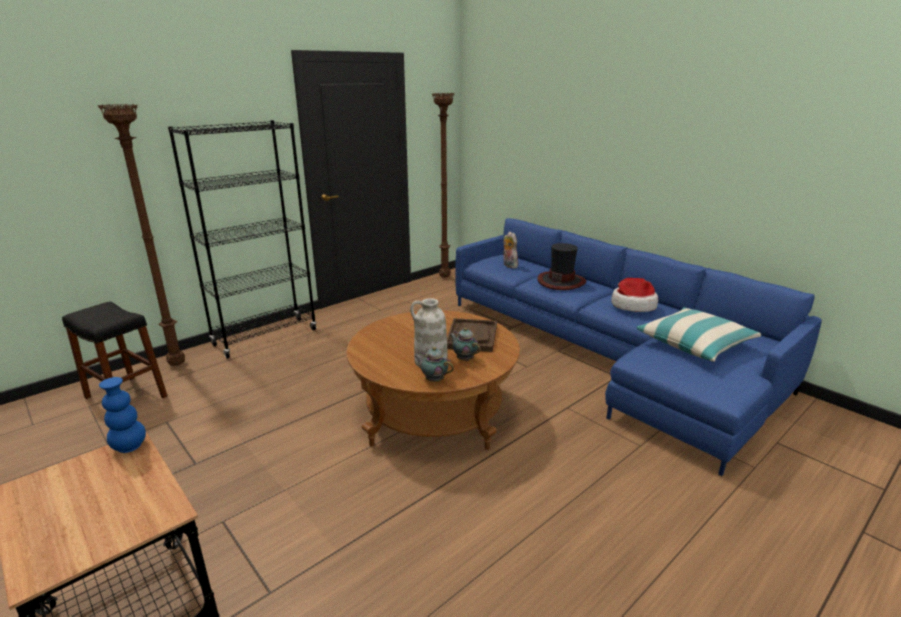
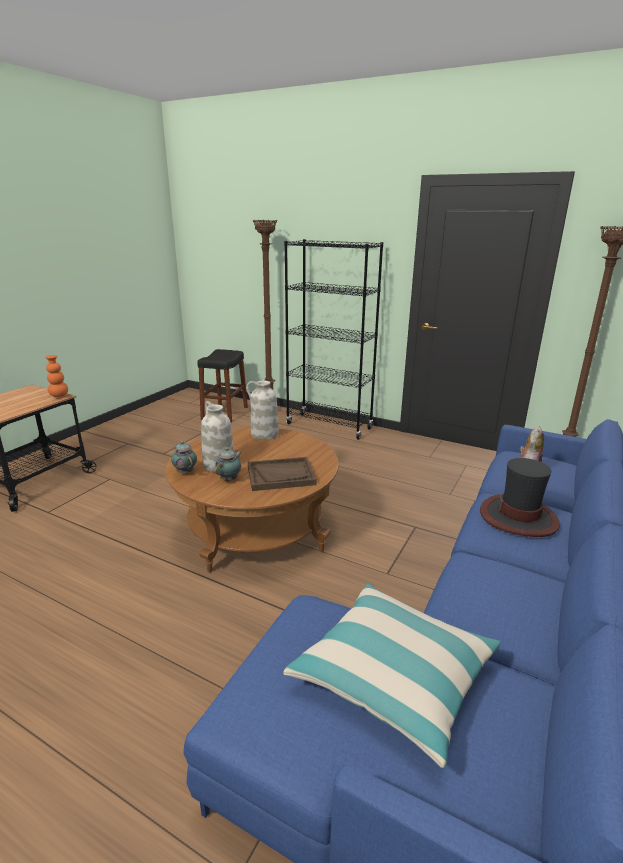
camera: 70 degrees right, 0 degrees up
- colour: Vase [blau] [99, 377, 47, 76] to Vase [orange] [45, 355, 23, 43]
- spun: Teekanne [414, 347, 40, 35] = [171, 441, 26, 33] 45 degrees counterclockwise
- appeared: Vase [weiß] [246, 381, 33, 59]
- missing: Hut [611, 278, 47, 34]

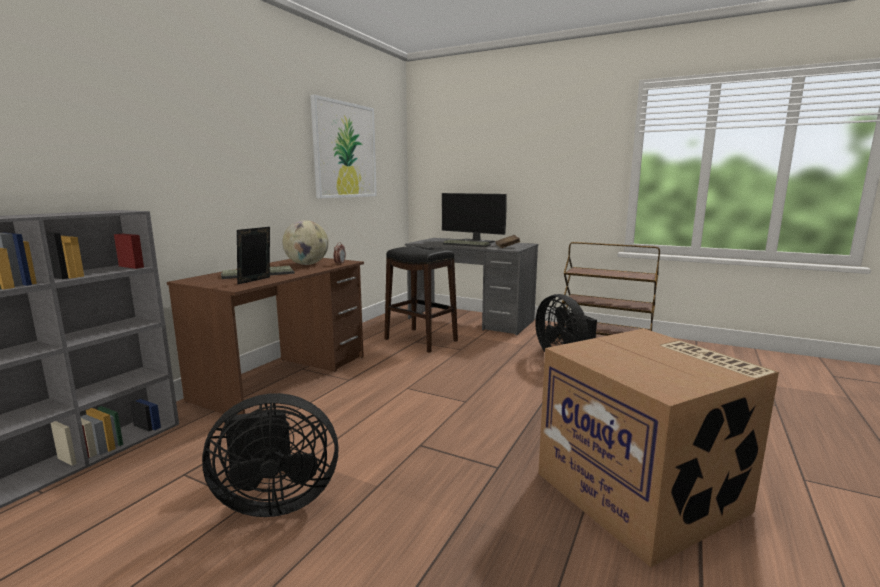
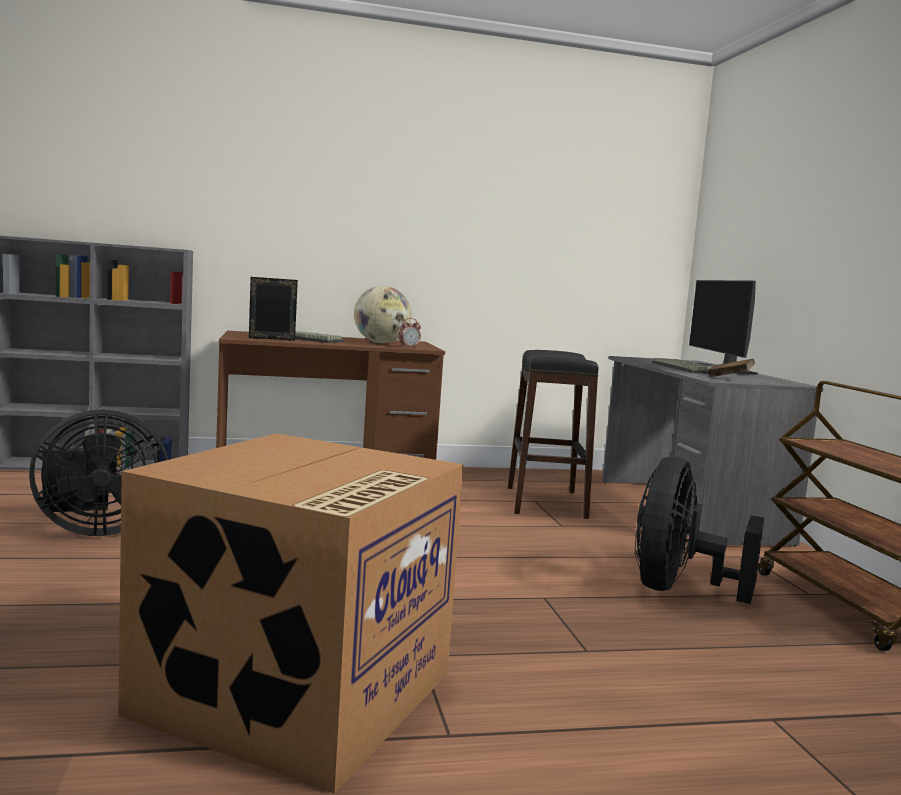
camera: 50 degrees right, 5 degrees down
- spun: Ventilator [schwarz] [202, 393, 137, 124] = [29, 409, 139, 127] 60 degrees counterclockwise
- missing: Bild [310, 95, 67, 103]

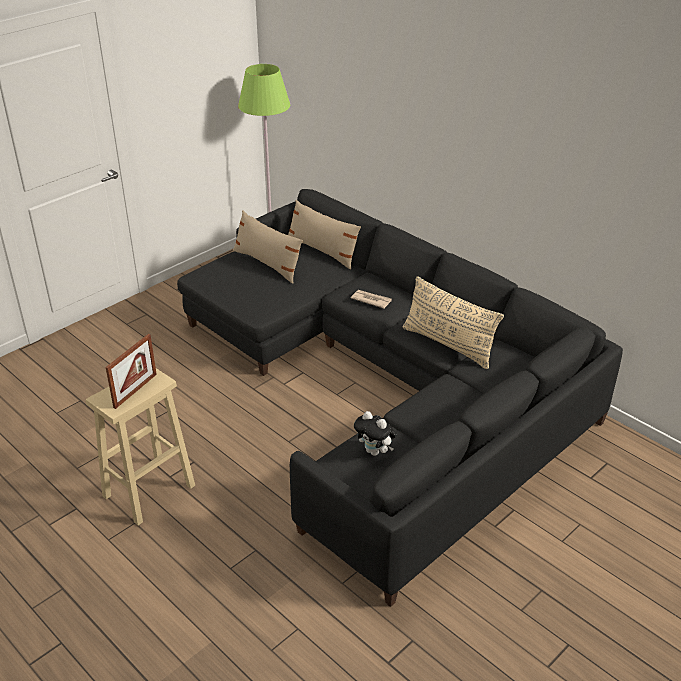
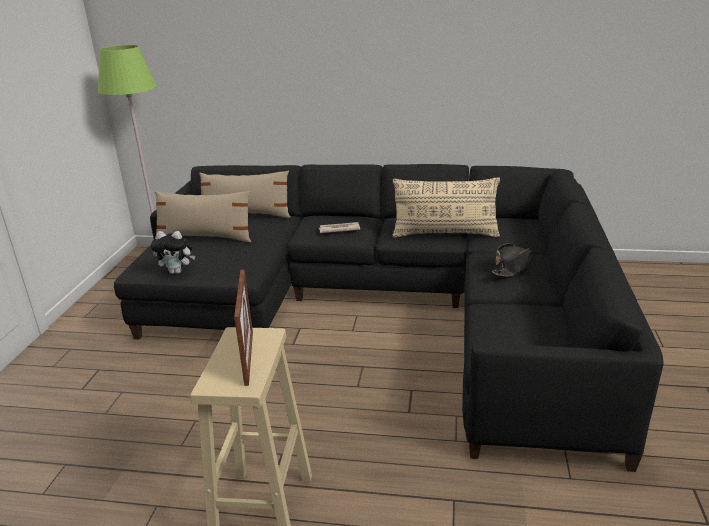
camera: 35 degrees left, 10 degrees down
- relocated: Plüschtier [354, 411, 43, 45] to [150, 231, 45, 43]
- appeared: Hut [schwarz] [492, 243, 40, 34]

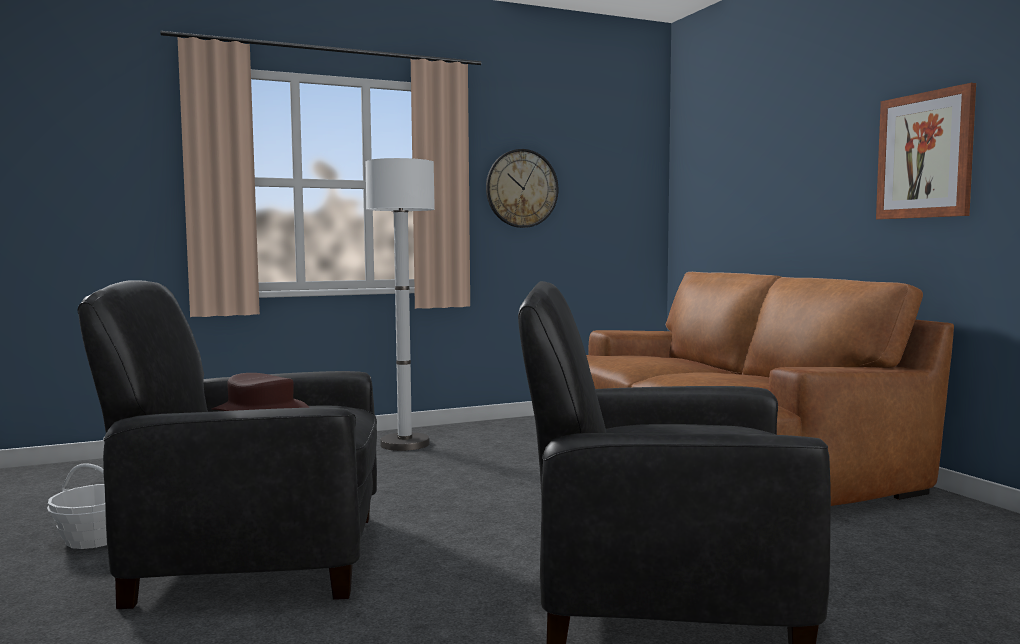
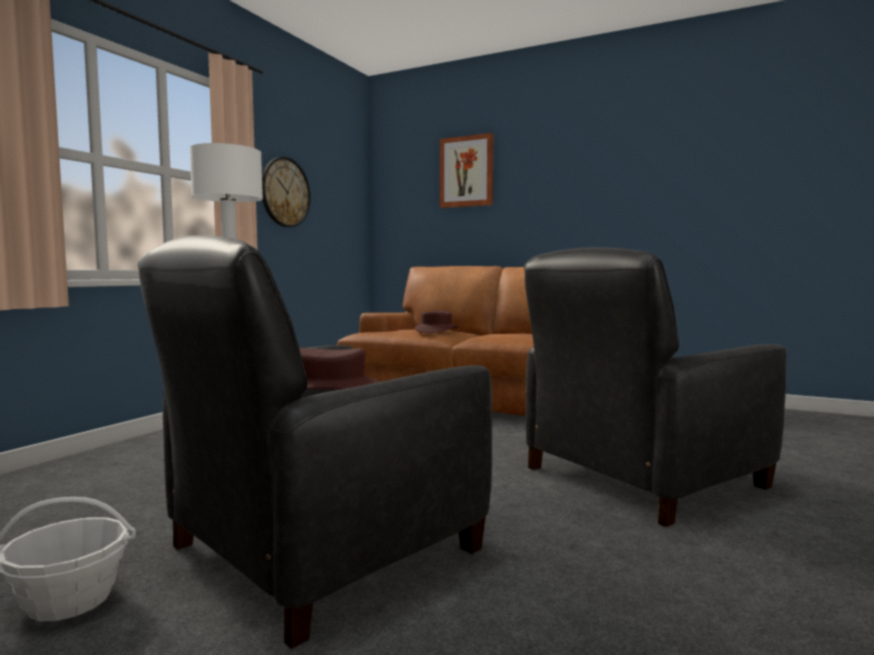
camera: 40 degrees left, 0 degrees up
- appeared: Hut [braun] [415, 310, 43, 23]
- relocated: Bild [876, 83, 100, 136] to [440, 133, 53, 75]

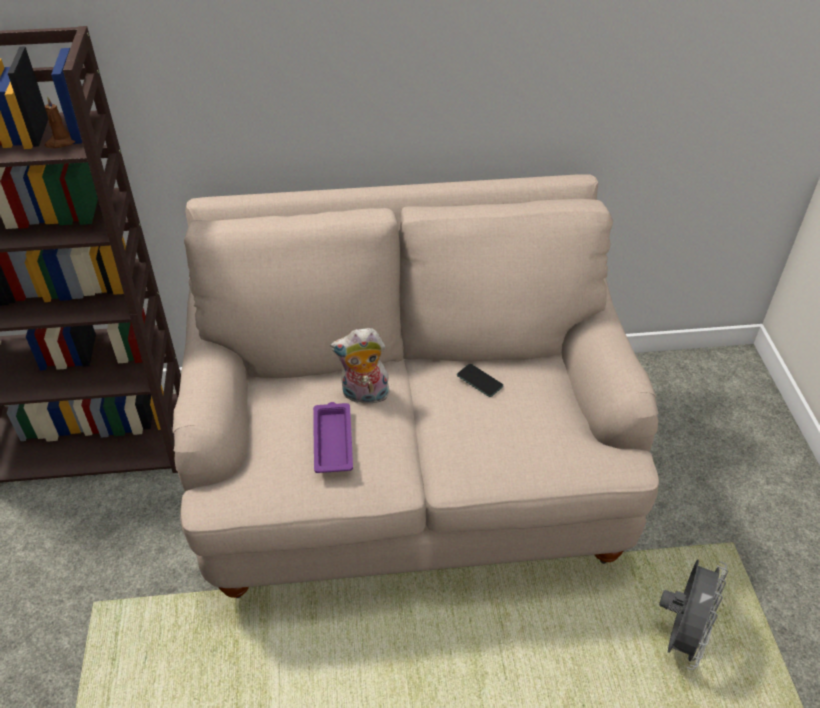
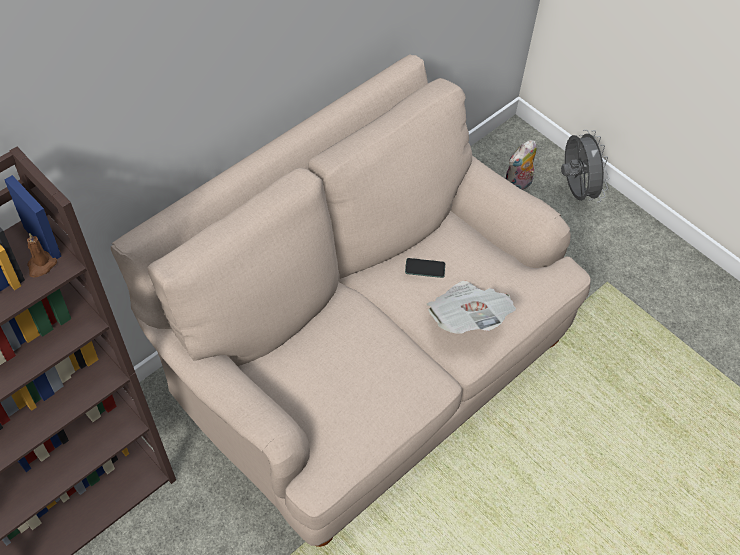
camera: 40 degrees left, 10 degrees up
- appeared: Zeitung [426, 281, 90, 53]
- relocated: Plüschtier [330, 328, 60, 75] to [506, 140, 31, 50]
- relocated: Ventilator [grau] [659, 560, 69, 110] to [561, 130, 48, 73]
- missing: Tablett [lila] [313, 402, 40, 71]

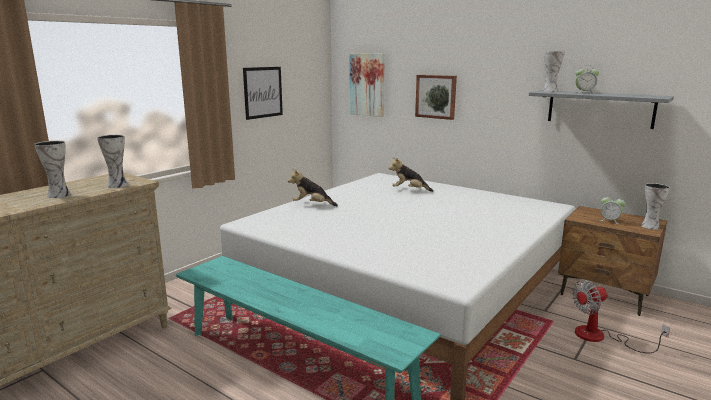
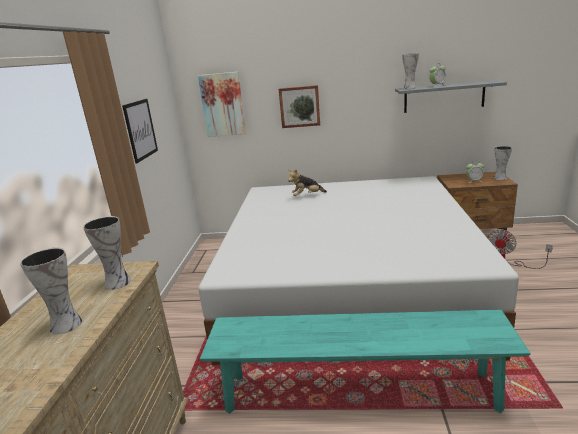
camera: 30 degrees left, 5 degrees up
- missing: Plüschtier [288, 168, 50, 38]

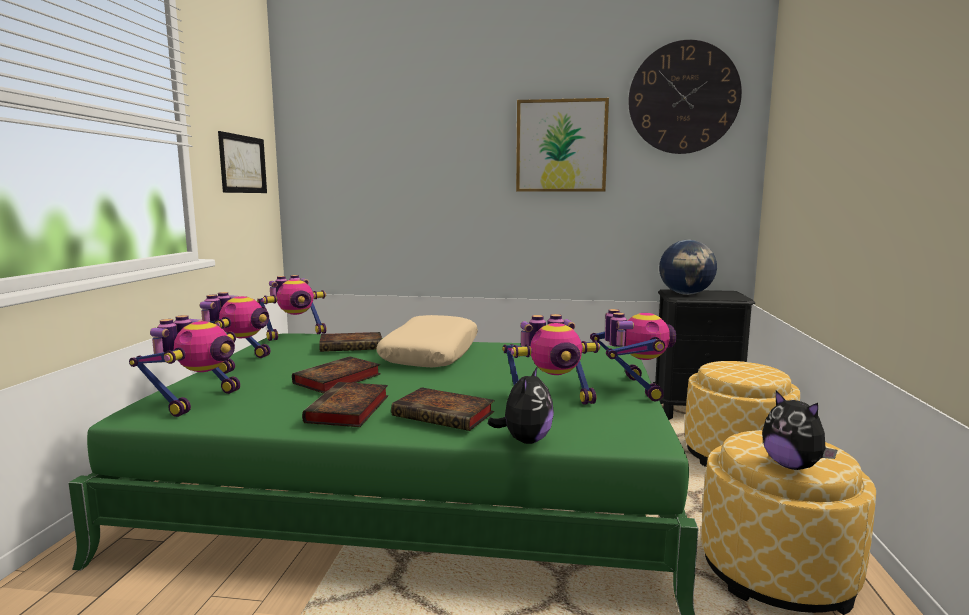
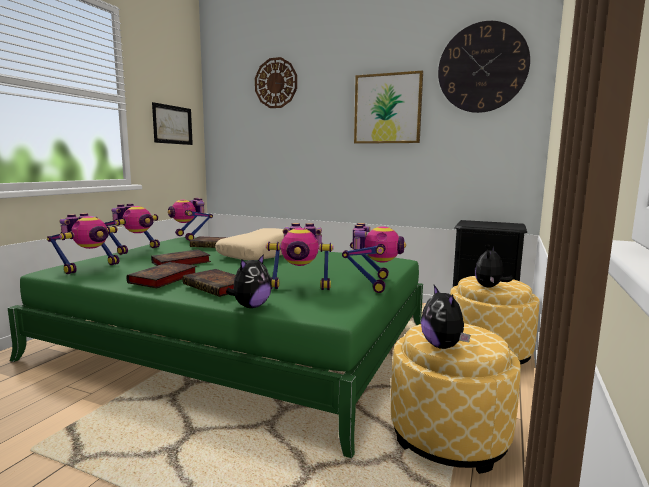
camera: 15 degrees right, 0 degrees up
- spun: Spielzeugroboter [257, 275, 70, 66] = [168, 198, 45, 43] 75 degrees clockwise
- appeared: Wanduhr [255, 57, 42, 51]
- appeared: Plüschtier [475, 246, 38, 41]
- missing: Globus [659, 240, 58, 55]

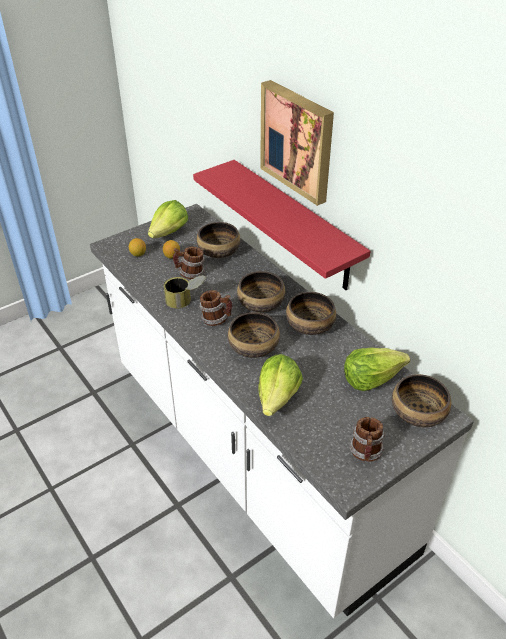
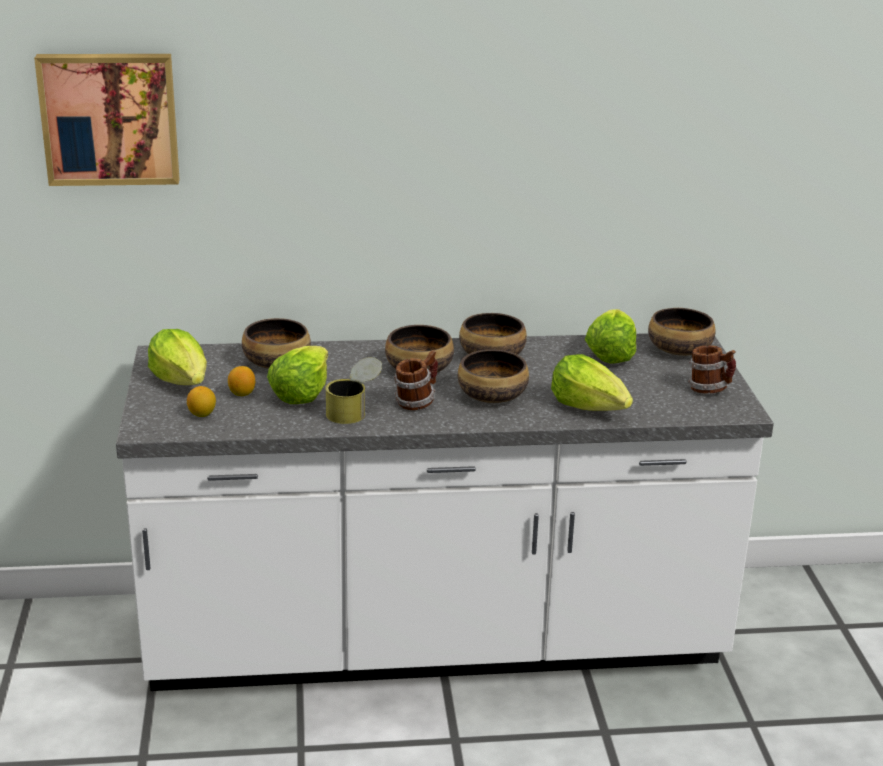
camera: 60 degrees left, 15 degrees down
- relocated: Bild [260, 80, 74, 126] to [34, 54, 146, 132]
- exchanged: Henkelbecher [173, 247, 32, 32] to Salatkopf [267, 346, 61, 58]
- missing: Wandregal [rot] [193, 160, 178, 130]

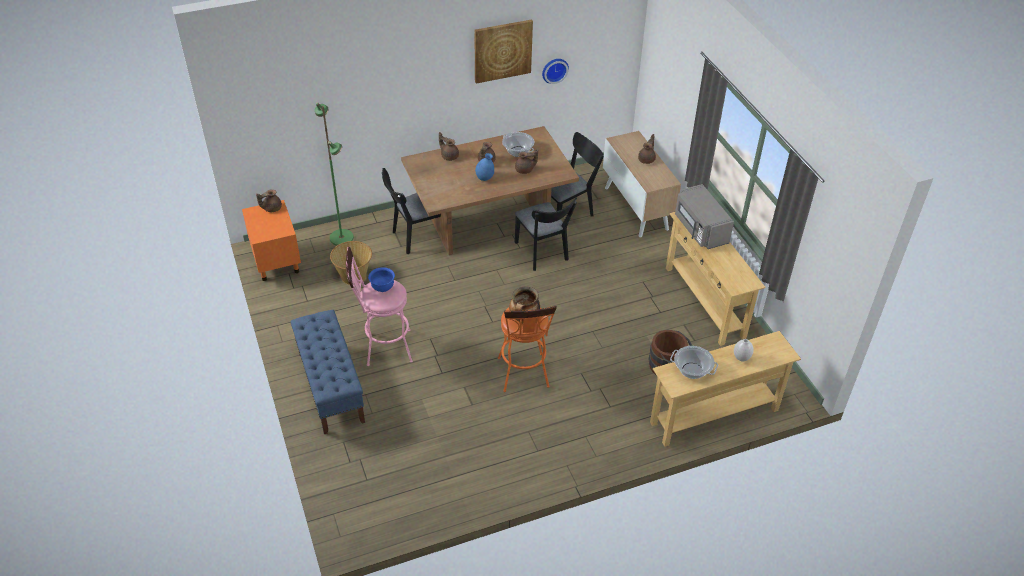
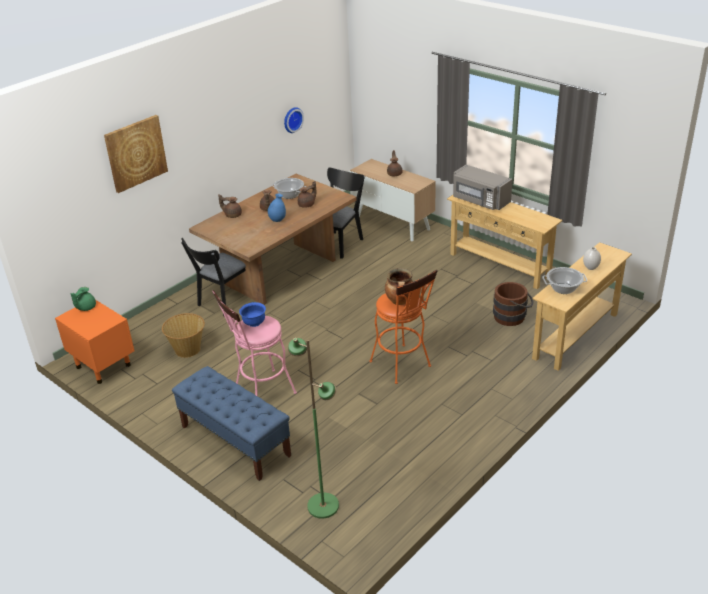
camera: 25 degrees left, 10 degrees down
- colour: Teekanne [braun] [256, 189, 26, 23] to Teekanne [grün] [71, 287, 25, 24]
- relocated: Bild [474, 20, 59, 64] to [104, 115, 64, 78]
- relocated: Stehlampe [grün] [315, 102, 39, 144] to [288, 338, 51, 181]
- missing: Stuhl [schwarz] [515, 197, 62, 74]

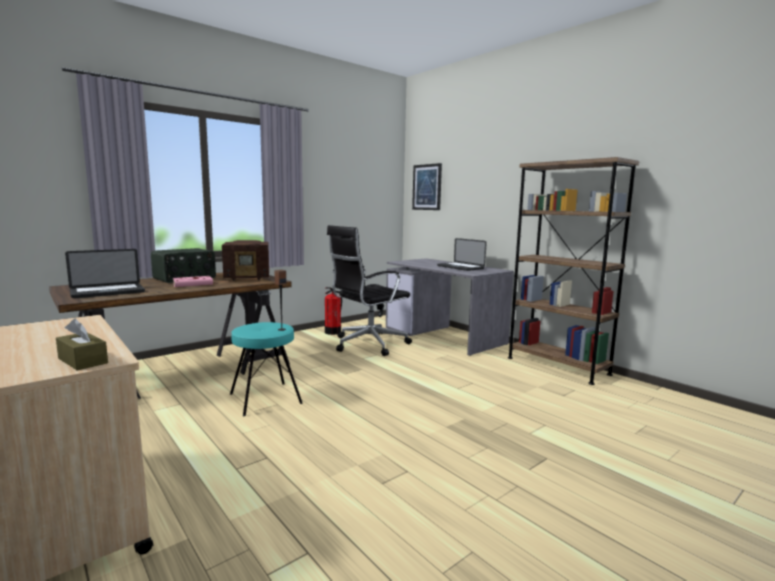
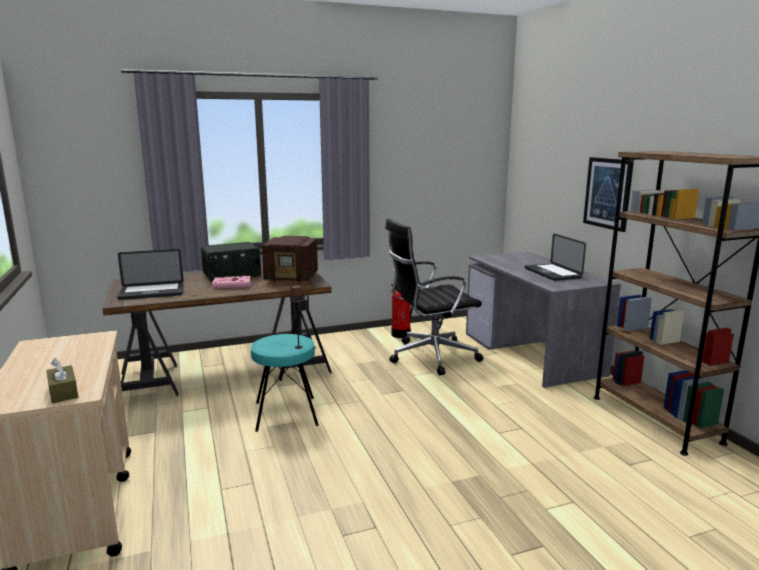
camera: 20 degrees right, 5 degrees up
- relocated: Bild [412, 163, 30, 47] to [583, 157, 51, 75]

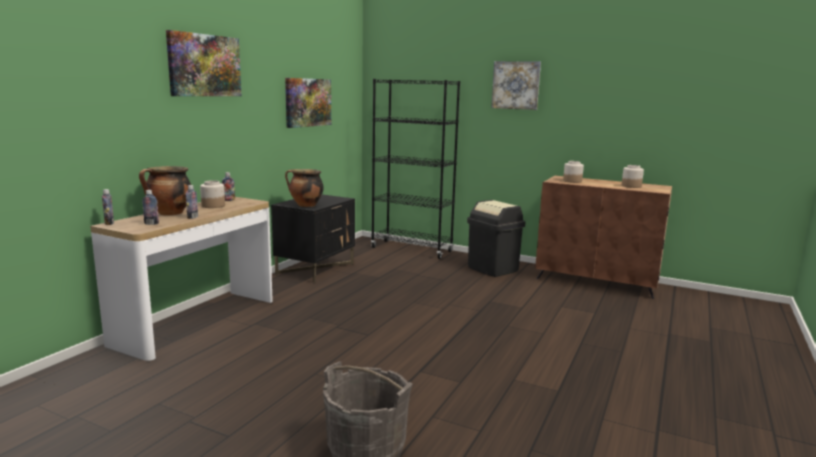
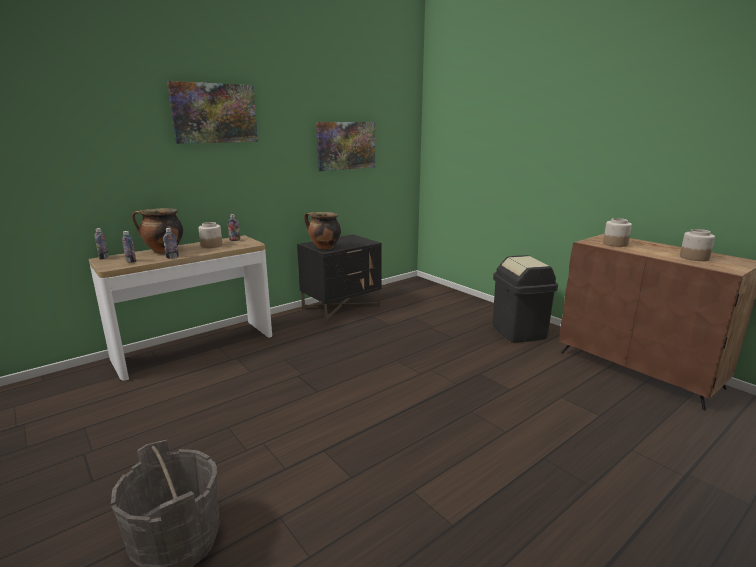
camera: 25 degrees right, 5 degrees up
- missing: Bücherregal [schwarz] [371, 79, 89, 180]
- missing: Bild [491, 61, 50, 49]

